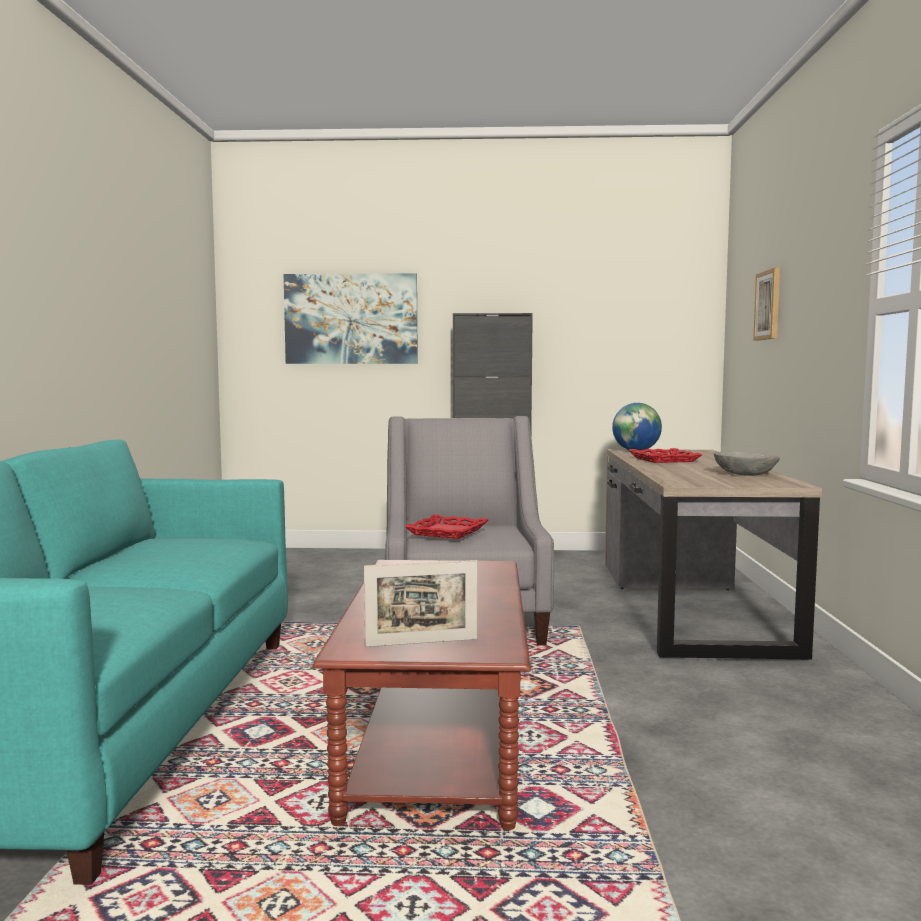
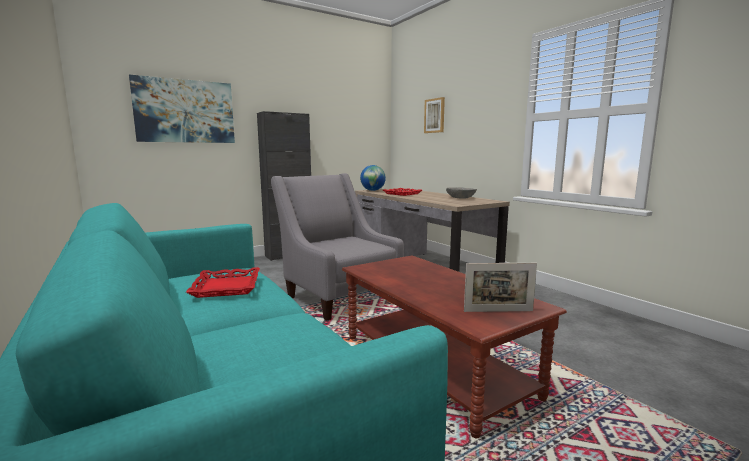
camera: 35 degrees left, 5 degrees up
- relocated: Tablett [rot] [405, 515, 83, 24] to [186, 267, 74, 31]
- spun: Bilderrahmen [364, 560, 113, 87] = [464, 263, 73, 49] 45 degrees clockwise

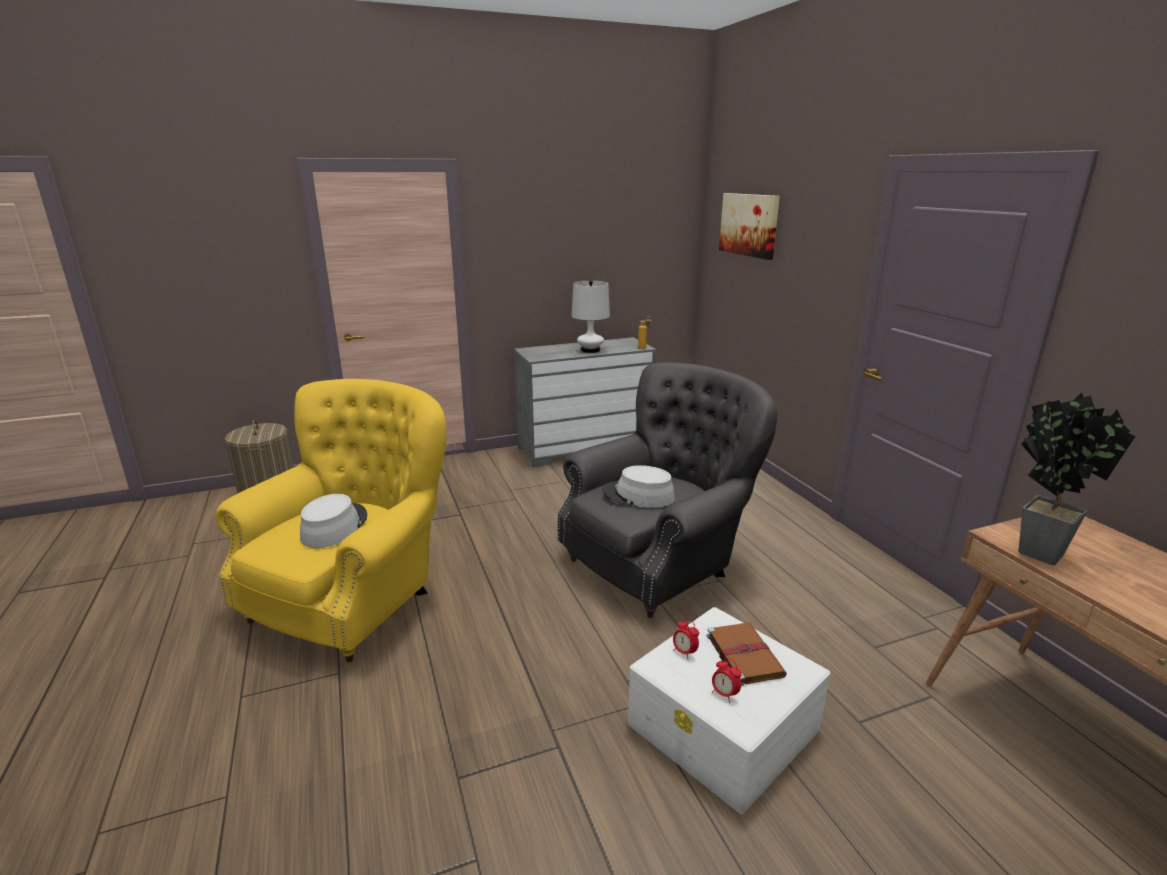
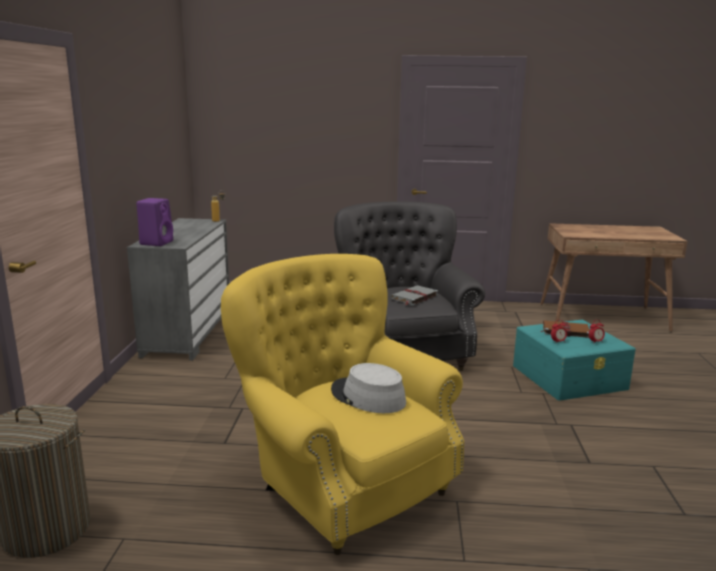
camera: 65 degrees left, 5 degrees down
- appeared: Lautsprecher [lila] [136, 198, 37, 48]
- exchanged: Hut [grau] [603, 465, 72, 43] to Buch [grau] [390, 285, 48, 20]
- colour: Aufbewahrungsbox [weiß] [628, 607, 202, 207] to Aufbewahrungsbox [türkis] [513, 320, 123, 81]
- missing: Tischlampe [weiß] [572, 280, 38, 73]
- missing: Bild [719, 193, 61, 67]
- missing: Topfpflanze [1018, 393, 118, 172]

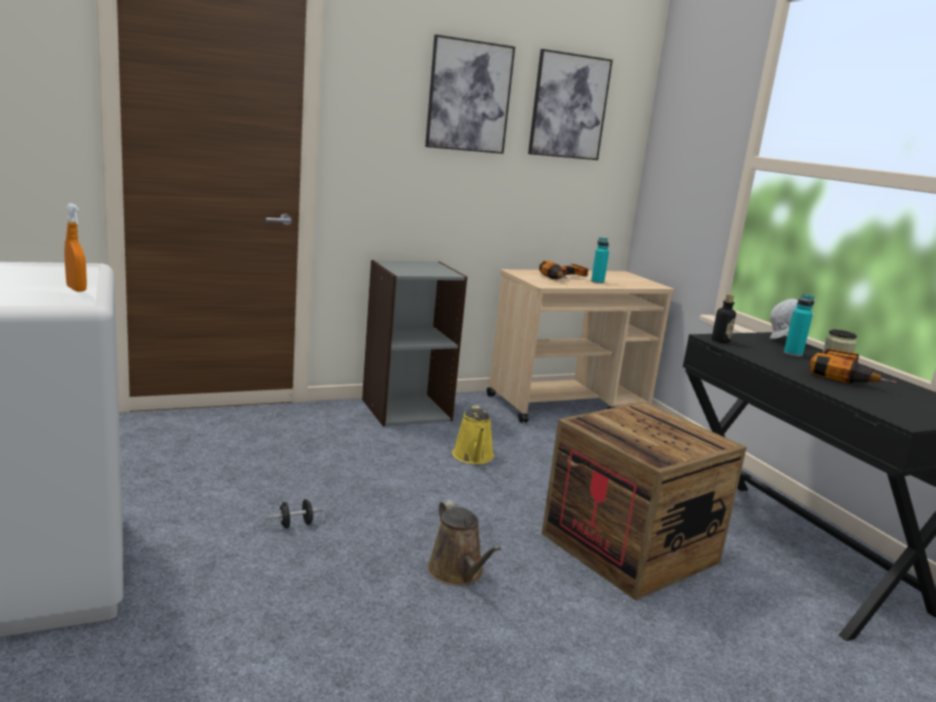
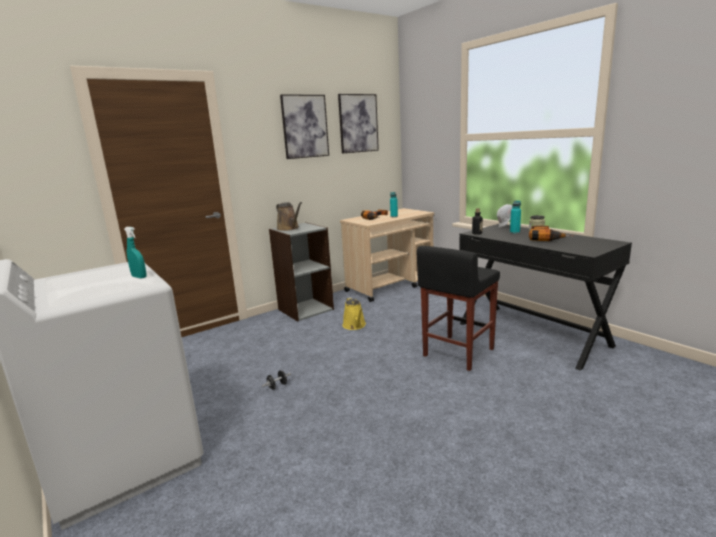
camera: 10 degrees left, 0 degrees up
- colour: Sprühflasche [orange] [64, 203, 23, 89] to Sprühflasche [türkis] [124, 227, 23, 51]
- relocated: Gießkanne [braun] [427, 500, 74, 86] to [276, 202, 26, 29]
- exchanged: Kiste [542, 402, 205, 198] to Hocker [schwarz] [416, 246, 84, 125]

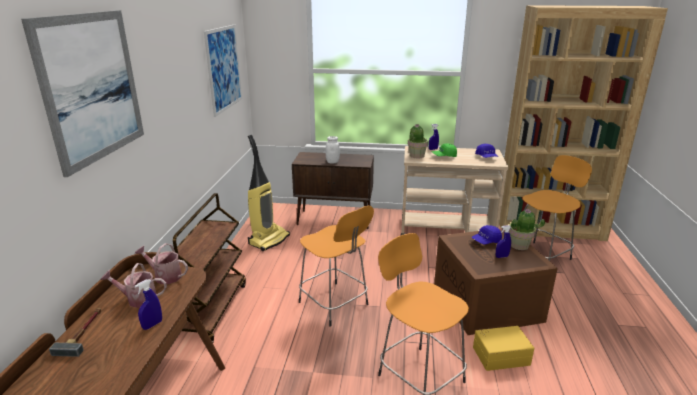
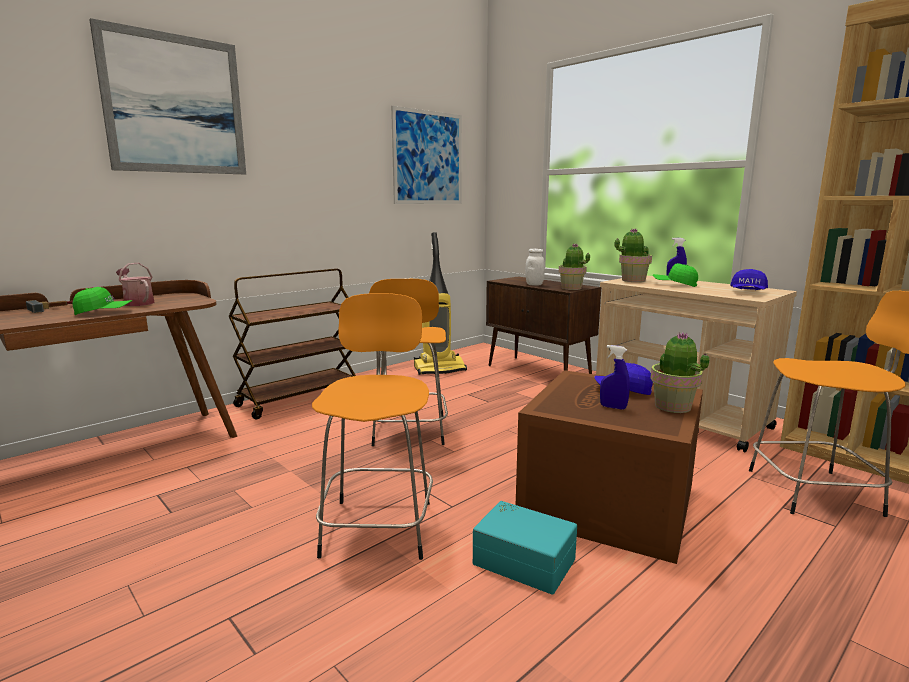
camera: 40 degrees right, 10 degrees down
- exchanged: Sprühflasche [blau] [135, 279, 27, 51] to Kappe [grün] [72, 287, 60, 28]
- colour: Aufbewahrungsbox [gelb] [473, 326, 61, 45] to Aufbewahrungsbox [türkis] [473, 501, 104, 93]
- appeared: Topfpflanze [559, 243, 31, 47]
- missing: Gießkanne [135, 243, 53, 41]

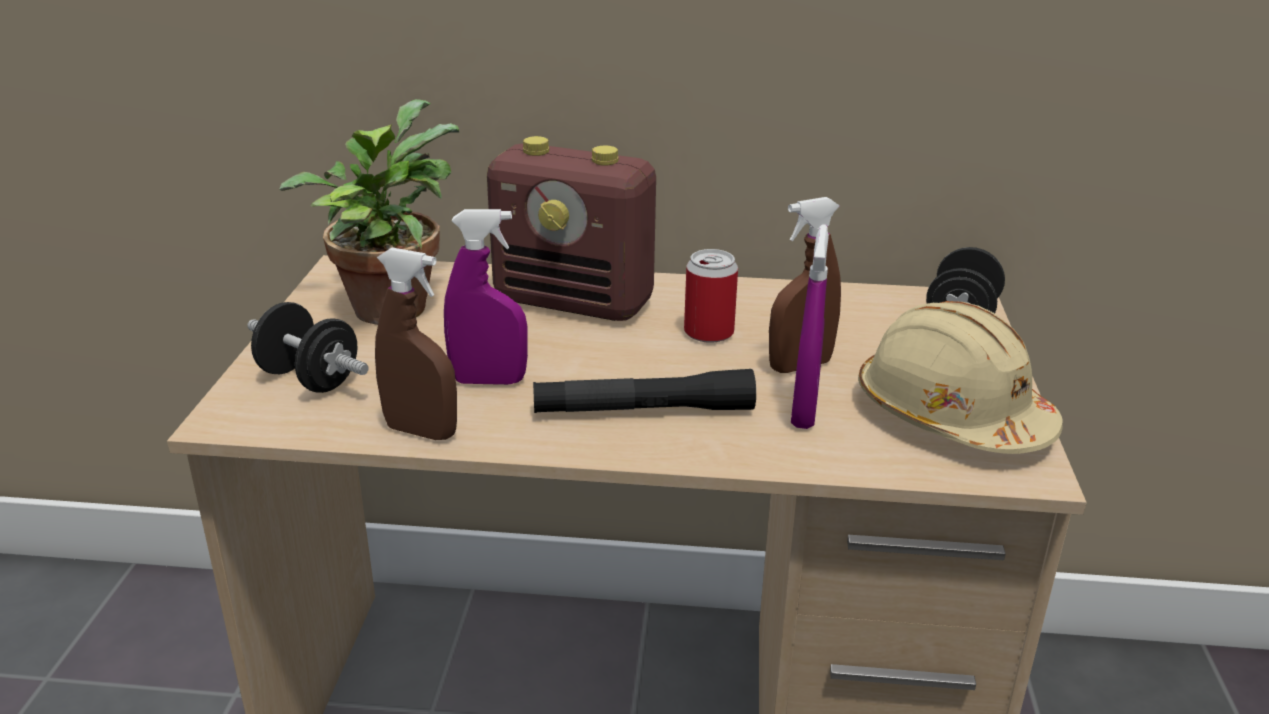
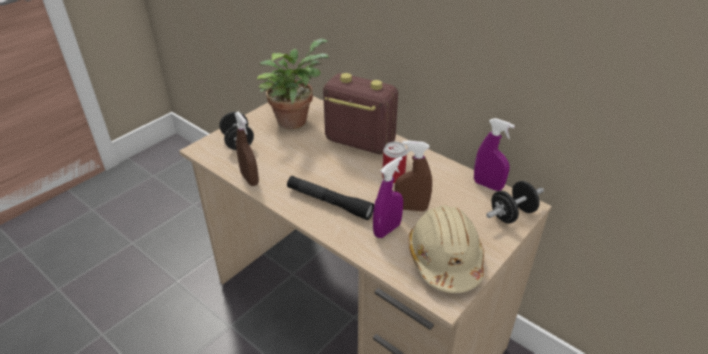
camera: 35 degrees right, 10 degrees up
- spun: Radio [487, 136, 169, 185] = [323, 73, 75, 82] 150 degrees clockwise
- relocated: Sprühflasche [lila] [444, 209, 84, 176] to [474, 118, 41, 73]

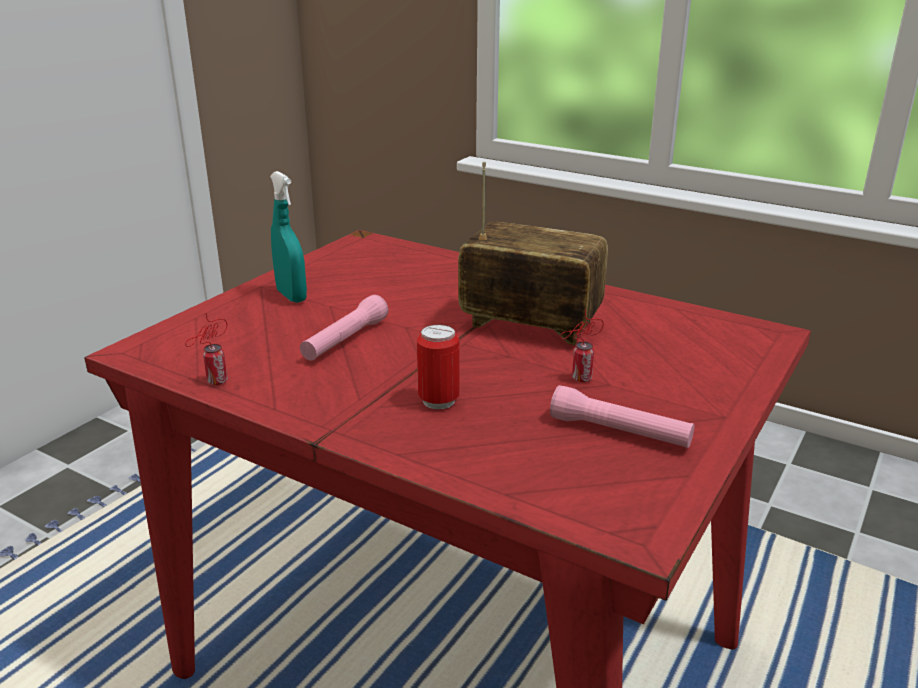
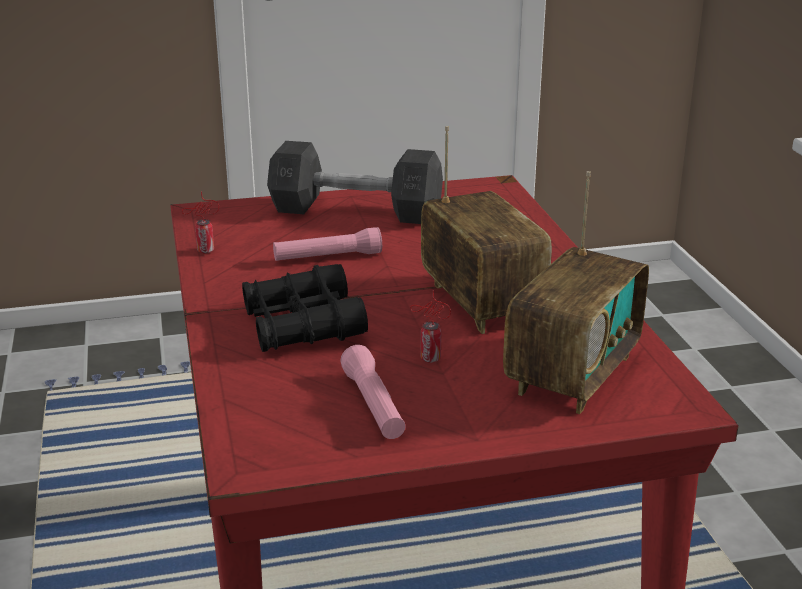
camera: 45 degrees right, 0 degrees up
- exchanged: Dose [417, 324, 43, 85] to Fernglas [schwarz] [242, 264, 126, 88]
- exchanged: Sprühflasche [türkis] [270, 171, 37, 132] to Hantel [grau] [267, 141, 176, 83]
- appeared: Radio [503, 171, 146, 243]

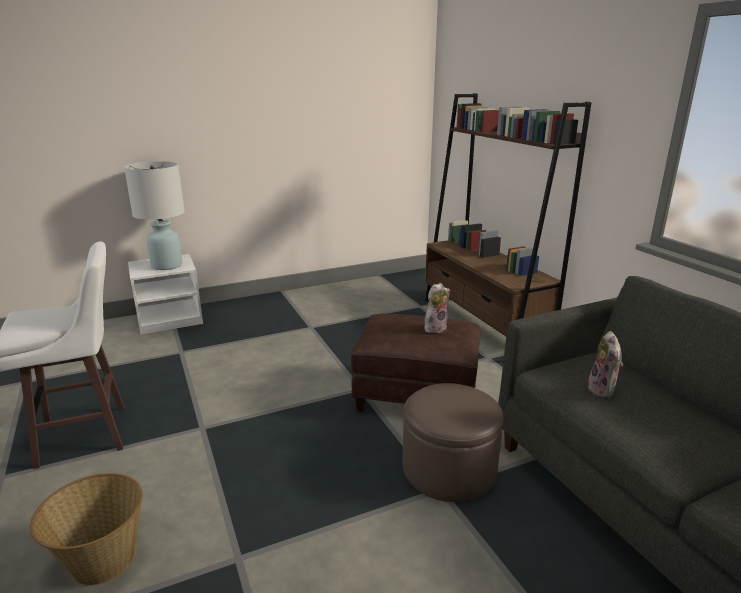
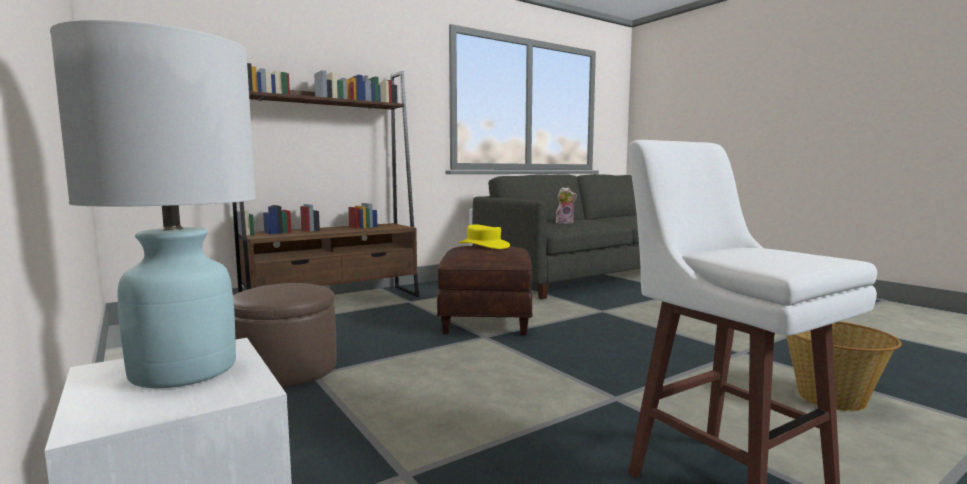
camera: 100 degrees left, 15 degrees down
- relocated: Polsterhocker [braun] [402, 383, 102, 119] to [233, 283, 104, 105]
- exchanged: Plüschtier [424, 283, 26, 50] to Hut [gelb] [458, 224, 52, 25]

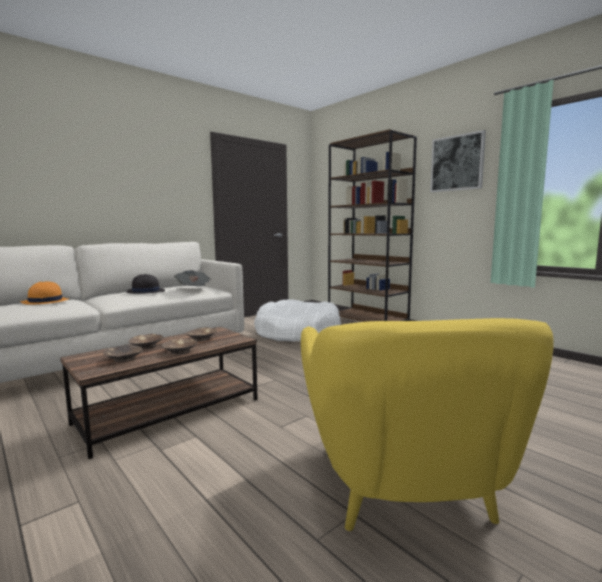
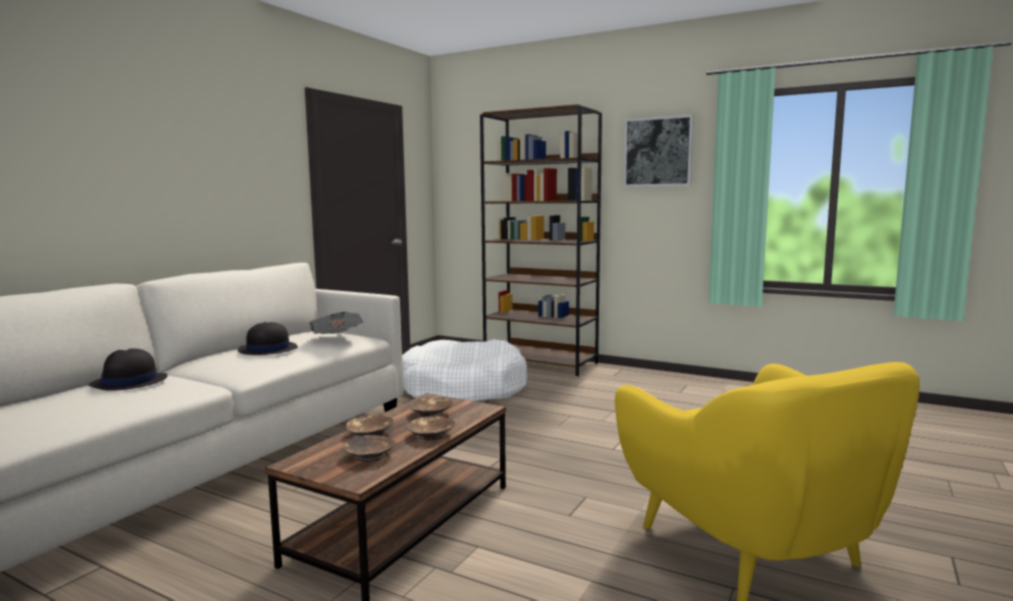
camera: 20 degrees left, 0 degrees up
- colour: Hut [orange] [20, 281, 49, 24] to Hut [schwarz] [88, 348, 80, 43]

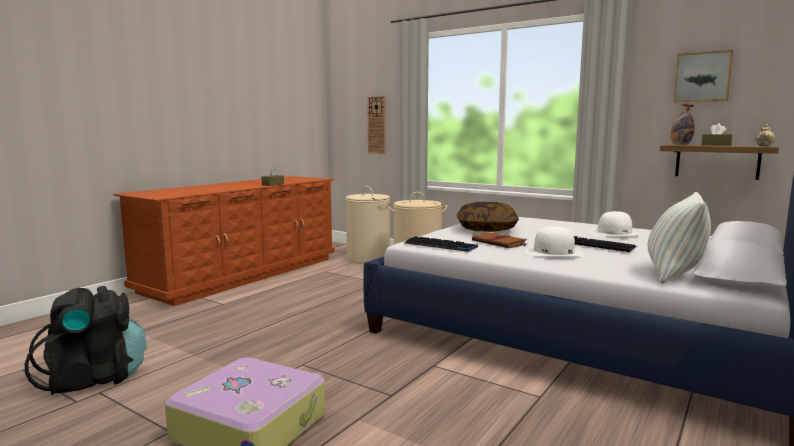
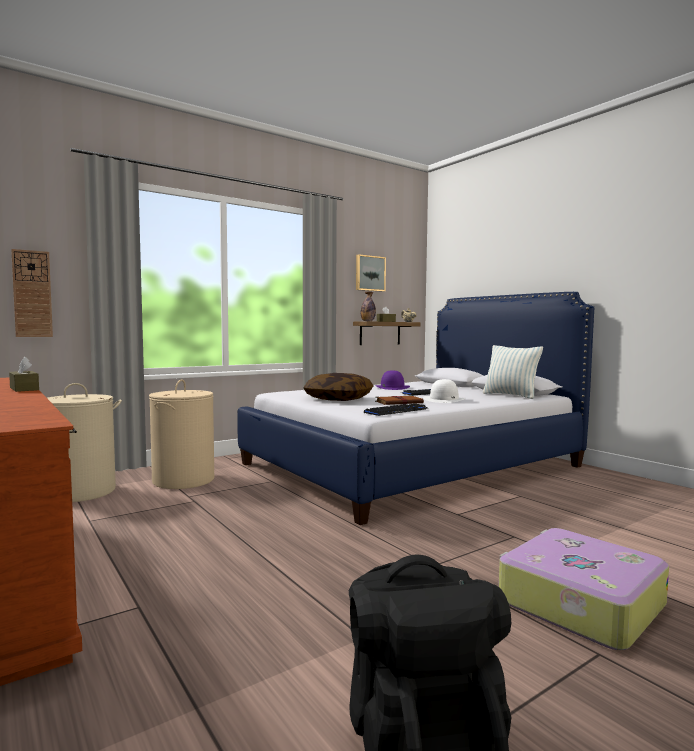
camera: 70 degrees left, 5 degrees down
- colour: Hut [weiß] [590, 211, 50, 26] to Hut [lila] [375, 370, 35, 20]

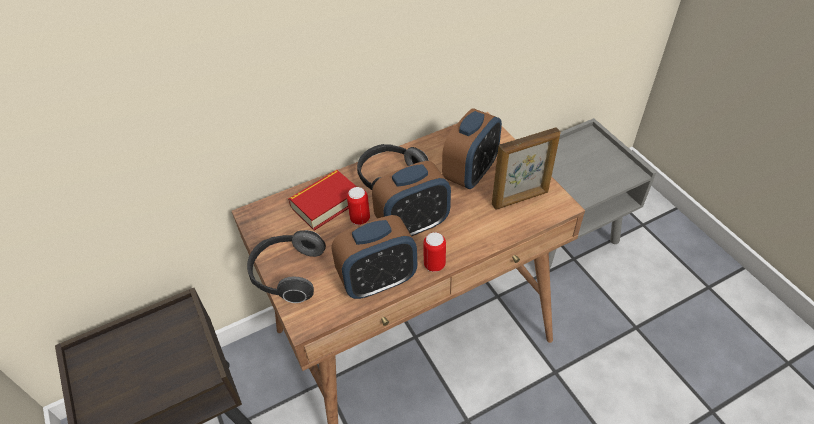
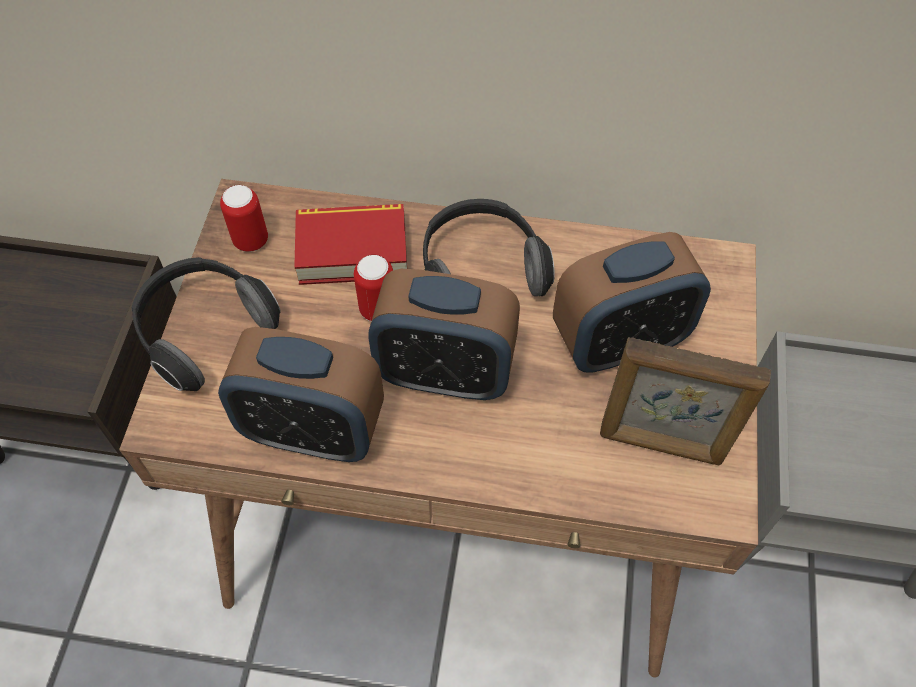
camera: 35 degrees right, 10 degrees up
- relocated: Dose [423, 232, 23, 40] to [220, 185, 48, 67]

